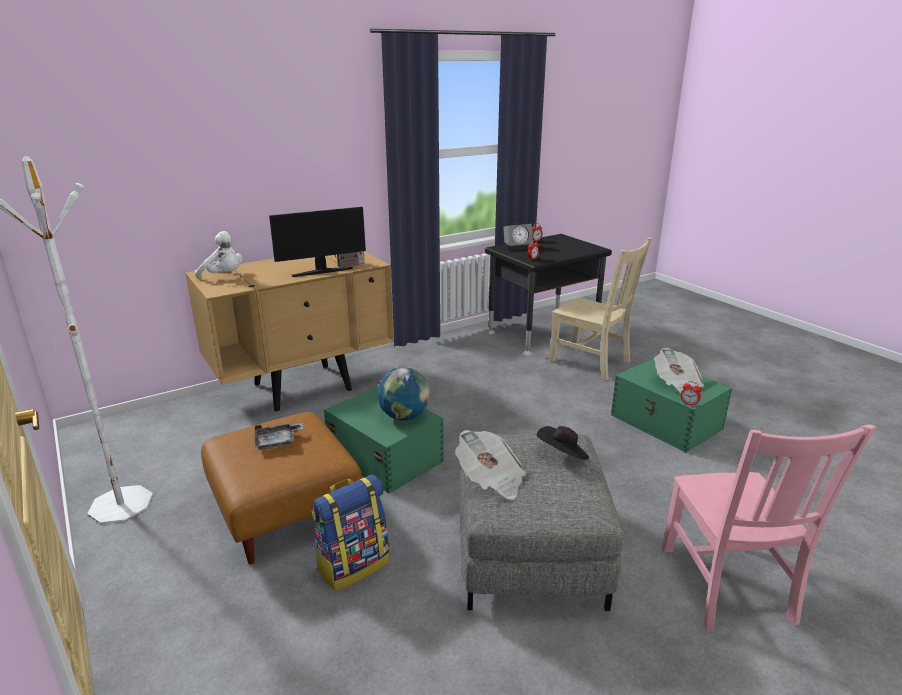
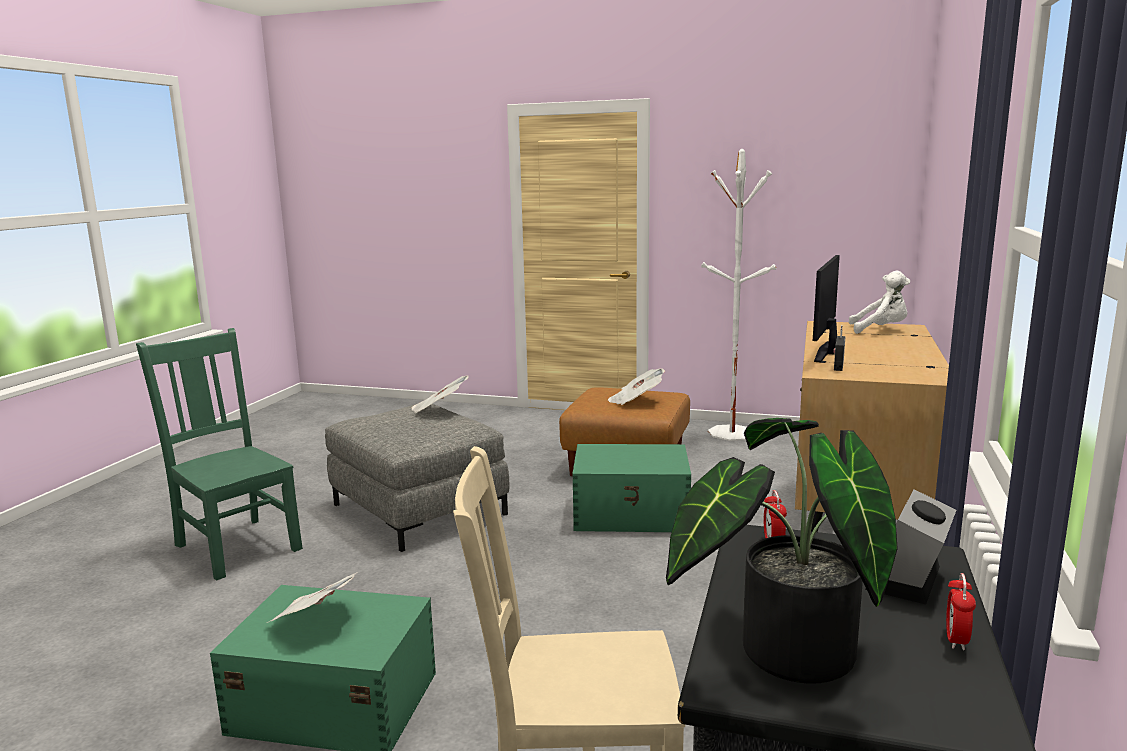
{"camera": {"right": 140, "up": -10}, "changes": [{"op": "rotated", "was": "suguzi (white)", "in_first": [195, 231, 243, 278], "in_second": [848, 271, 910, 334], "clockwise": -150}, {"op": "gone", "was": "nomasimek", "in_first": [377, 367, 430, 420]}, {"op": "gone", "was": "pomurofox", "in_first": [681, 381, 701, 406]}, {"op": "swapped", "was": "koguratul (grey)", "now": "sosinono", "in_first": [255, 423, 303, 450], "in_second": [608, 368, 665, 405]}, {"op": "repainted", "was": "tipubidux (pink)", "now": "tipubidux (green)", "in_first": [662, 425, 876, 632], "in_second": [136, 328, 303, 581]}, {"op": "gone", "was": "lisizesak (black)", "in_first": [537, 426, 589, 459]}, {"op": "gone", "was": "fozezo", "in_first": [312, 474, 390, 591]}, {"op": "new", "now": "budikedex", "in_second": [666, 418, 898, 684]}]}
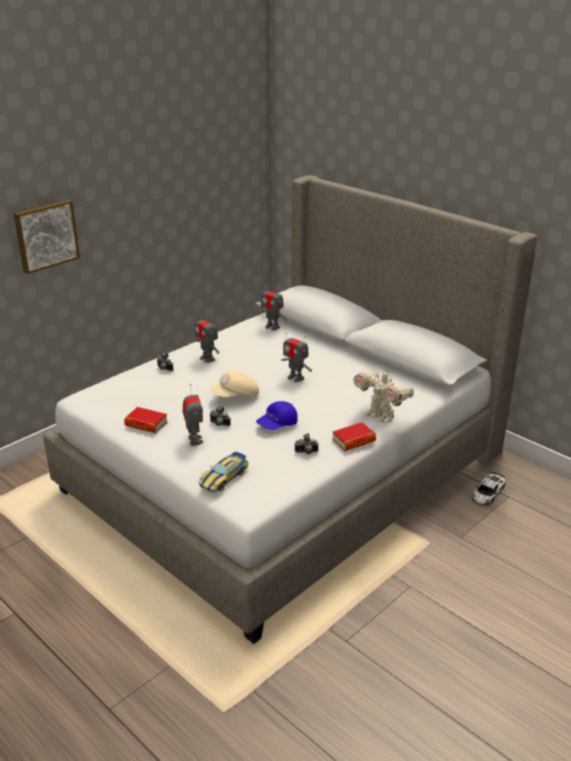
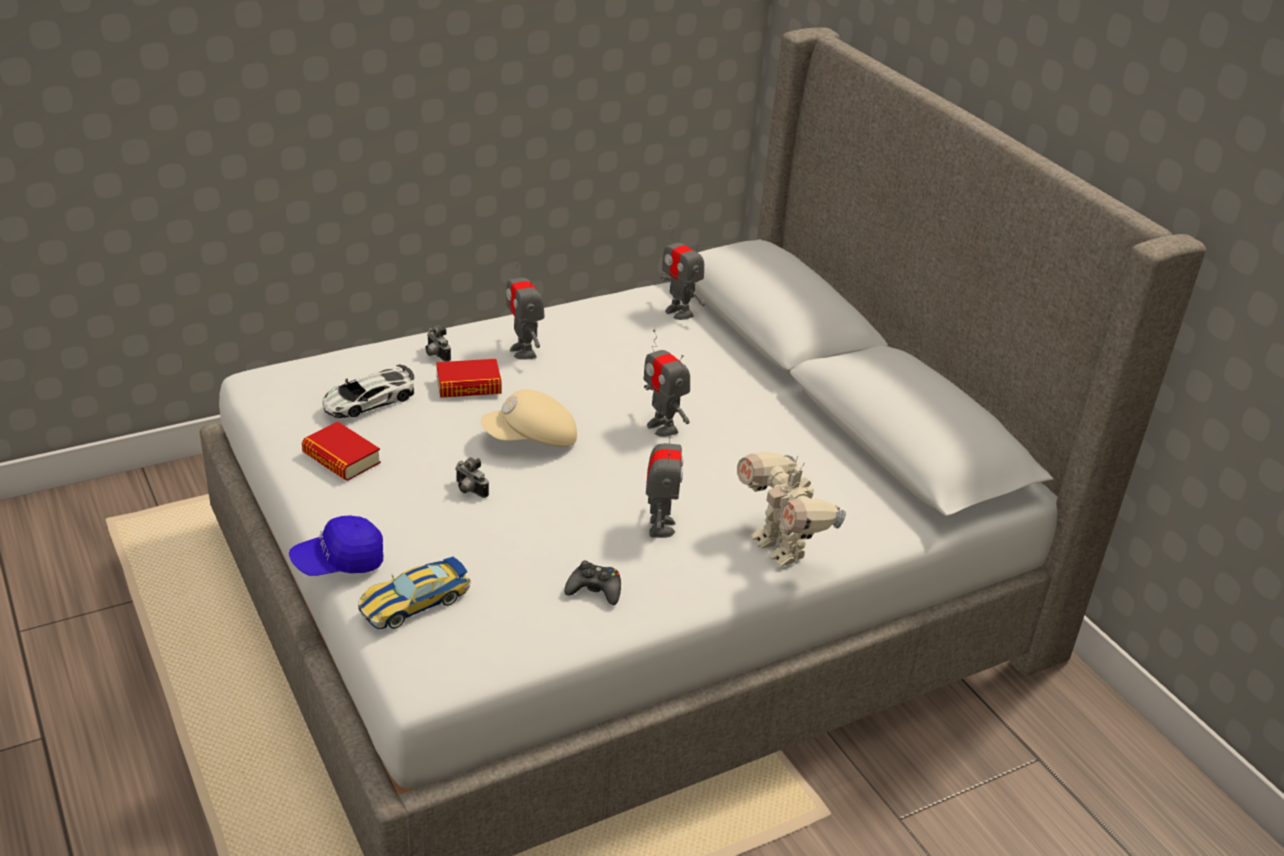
{"camera": {"right": 15, "up": 5}, "changes": [{"op": "gone", "was": "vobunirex", "in_first": [14, 199, 80, 274]}, {"op": "shifted", "was": "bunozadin", "in_first": [183, 384, 203, 446], "in_second": [646, 423, 683, 538]}, {"op": "shifted", "was": "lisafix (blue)", "in_first": [256, 401, 298, 430], "in_second": [289, 515, 384, 576]}, {"op": "shifted", "was": "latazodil", "in_first": [332, 422, 376, 451], "in_second": [436, 359, 502, 398]}, {"op": "swapped", "was": "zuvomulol", "now": "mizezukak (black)", "in_first": [295, 433, 318, 454], "in_second": [564, 561, 621, 605]}, {"op": "shifted", "was": "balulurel", "in_first": [472, 472, 505, 506], "in_second": [322, 364, 415, 418]}]}
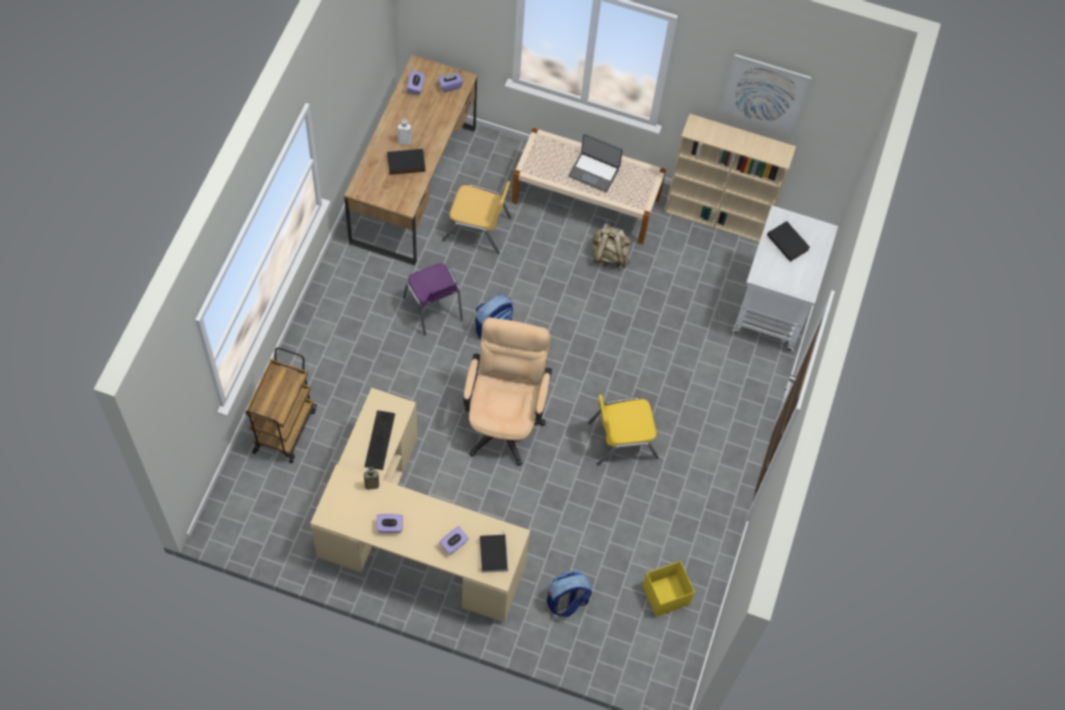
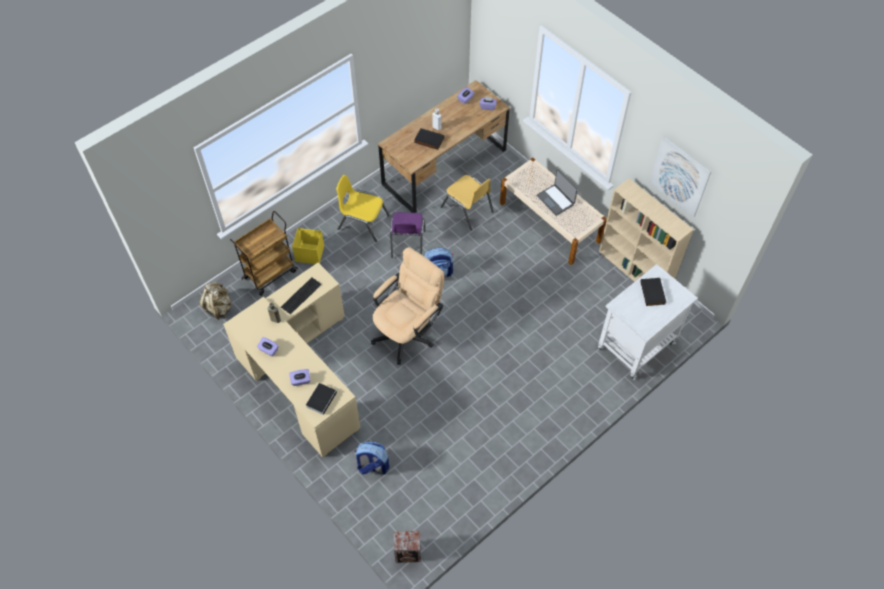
{"camera": {"right": 35, "up": -5}, "changes": [{"op": "shifted", "was": "fozezo (beige)", "in_first": [592, 222, 631, 268], "in_second": [200, 282, 231, 320]}, {"op": "shifted", "was": "tipubidux (yellow)", "in_first": [588, 395, 659, 466], "in_second": [336, 175, 390, 242]}, {"op": "shifted", "was": "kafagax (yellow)", "in_first": [643, 561, 695, 617], "in_second": [292, 228, 324, 264]}, {"op": "new", "now": "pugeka", "in_second": [394, 531, 421, 563]}]}
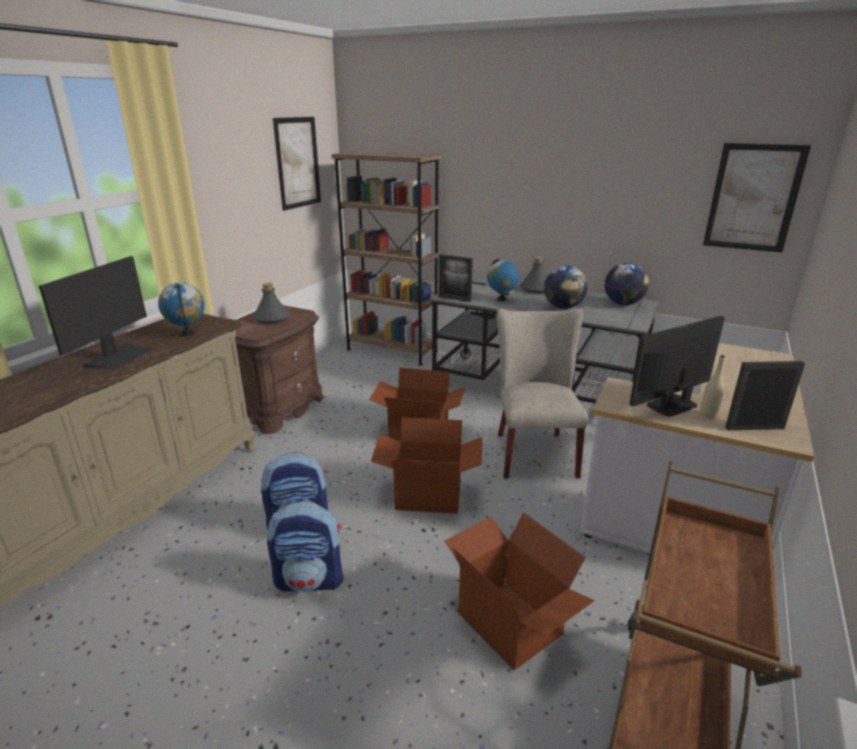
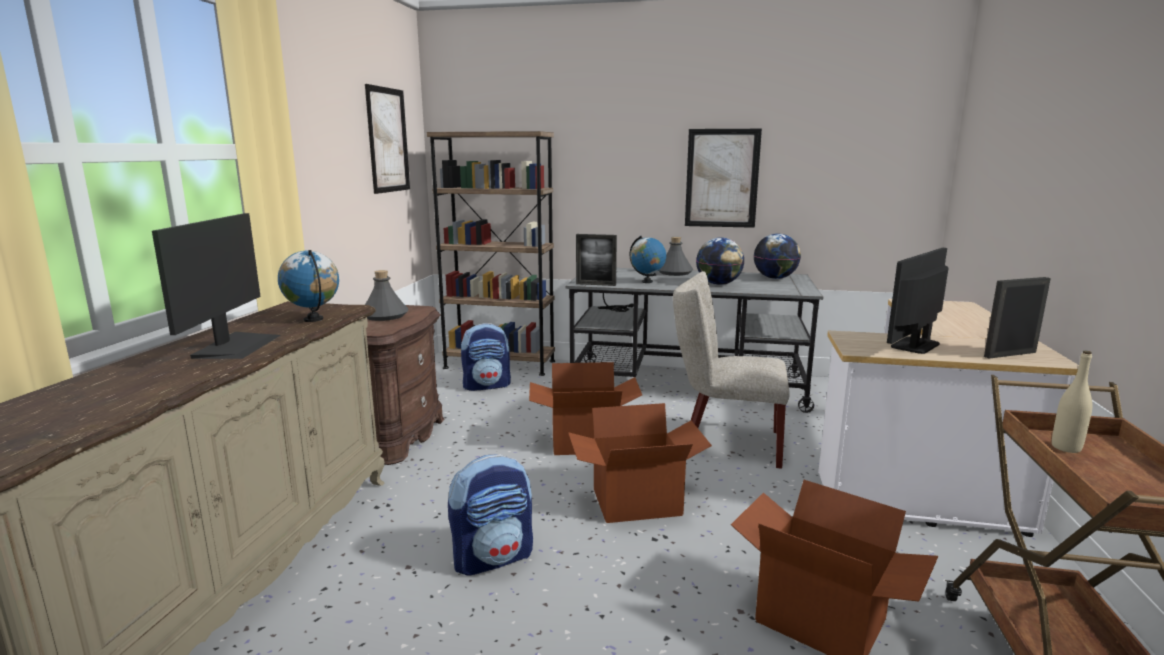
{"camera": {"right": -15, "up": -10}, "changes": [{"op": "shifted", "was": "vobunirex", "in_first": [703, 143, 811, 252], "in_second": [685, 129, 762, 228]}, {"op": "rotated", "was": "tipubidux (beige)", "in_first": [497, 309, 589, 479], "in_second": [673, 271, 790, 469], "clockwise": -60}, {"op": "shifted", "was": "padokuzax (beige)", "in_first": [700, 355, 725, 419], "in_second": [1052, 351, 1092, 453]}, {"op": "shifted", "was": "fozezo", "in_first": [267, 501, 343, 592], "in_second": [461, 323, 511, 391]}]}
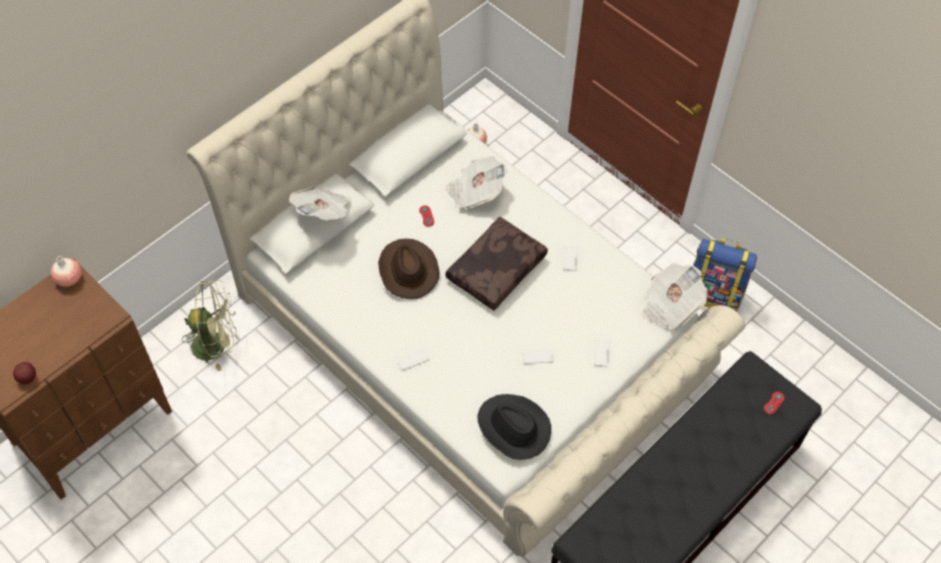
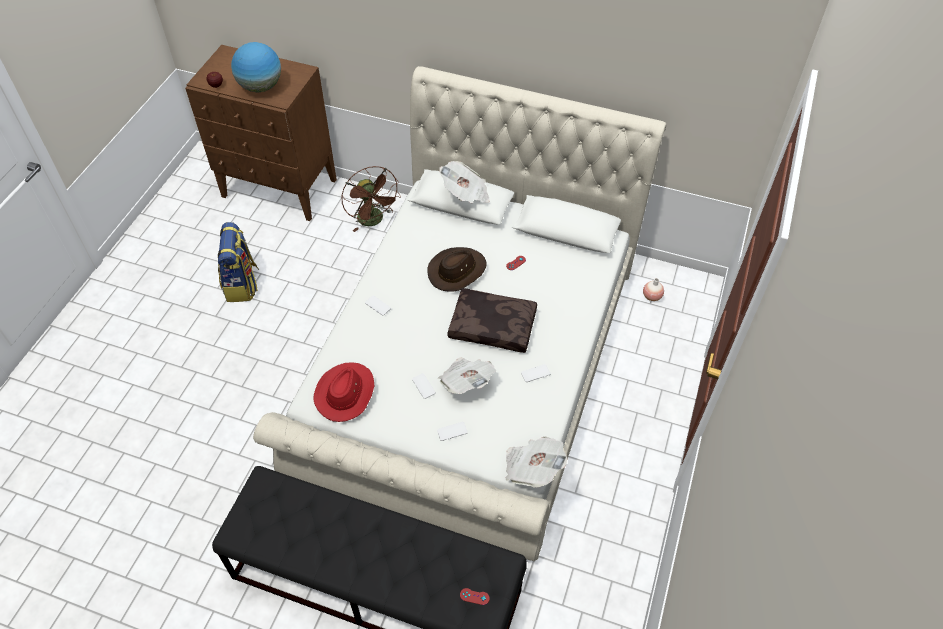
{"camera": {"right": 65, "up": -5}, "changes": [{"op": "shifted", "was": "sosinono", "in_first": [446, 156, 507, 210], "in_second": [438, 357, 496, 394]}, {"op": "shifted", "was": "fozezo", "in_first": [693, 238, 757, 312], "in_second": [218, 222, 259, 302]}, {"op": "gone", "was": "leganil", "in_first": [51, 256, 82, 287]}, {"op": "repainted", "was": "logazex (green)", "now": "logazex (brown)", "in_first": [182, 281, 237, 371], "in_second": [341, 166, 401, 232]}, {"op": "repainted", "was": "lisizesak (black)", "now": "lisizesak (red)", "in_first": [478, 394, 551, 460], "in_second": [313, 362, 374, 422]}, {"op": "new", "now": "nomasimek", "in_second": [231, 42, 281, 92]}]}
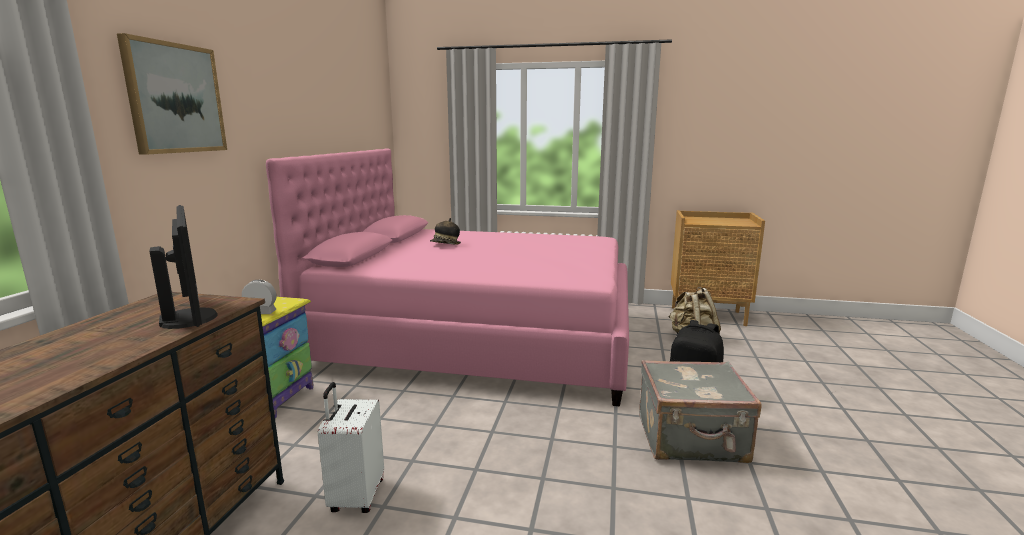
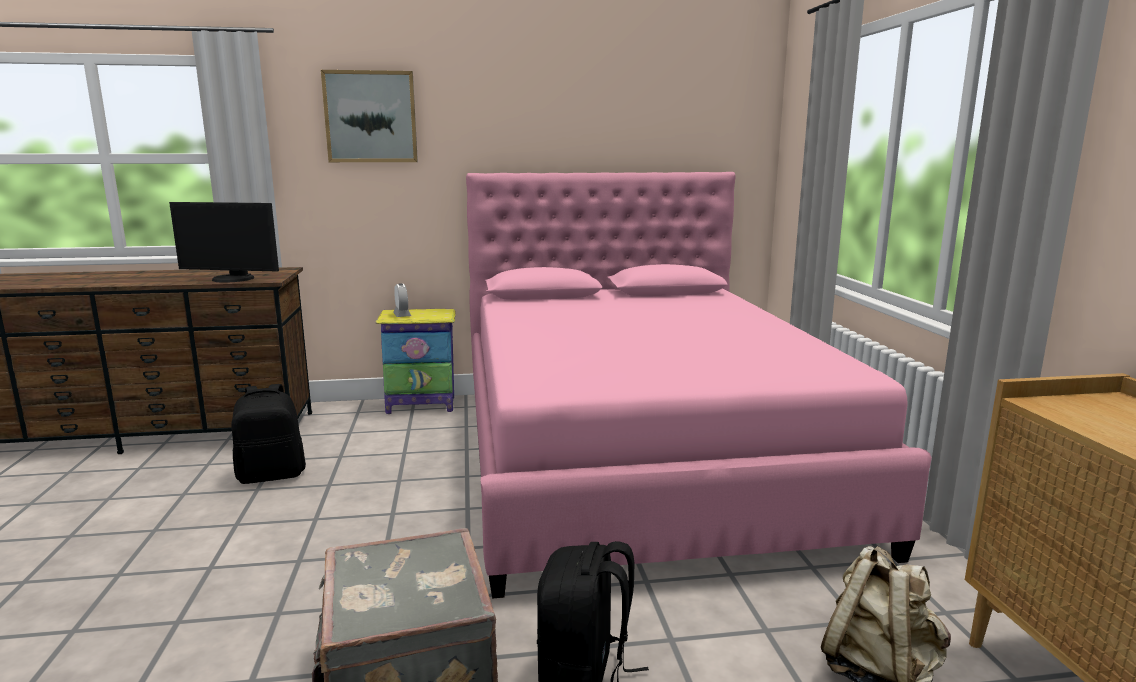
{"camera": {"right": 70, "up": 0}, "changes": [{"op": "rotated", "was": "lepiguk", "in_first": [149, 205, 218, 329], "in_second": [169, 202, 279, 283], "clockwise": 60}, {"op": "gone", "was": "lisizesak", "in_first": [430, 218, 461, 245]}, {"op": "swapped", "was": "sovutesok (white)", "now": "fozezo (black)", "in_first": [318, 382, 384, 513], "in_second": [232, 384, 306, 484]}]}
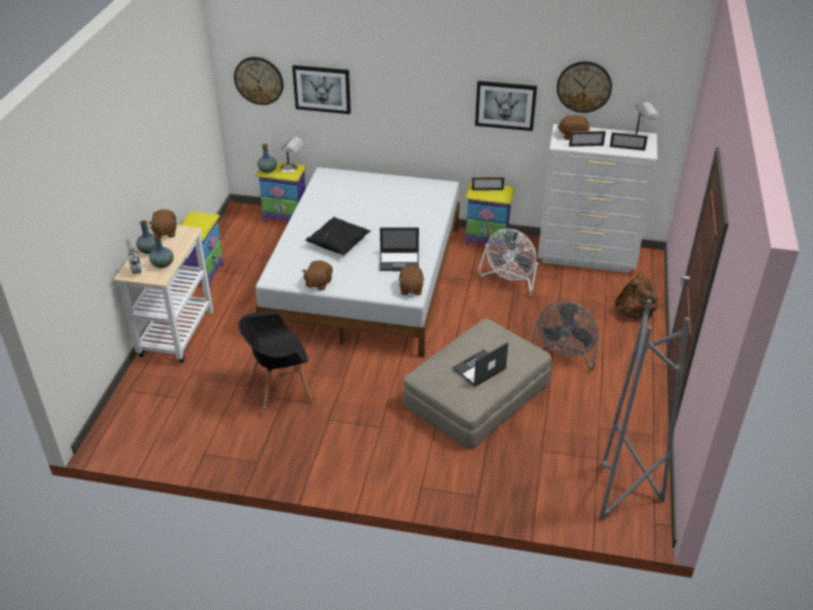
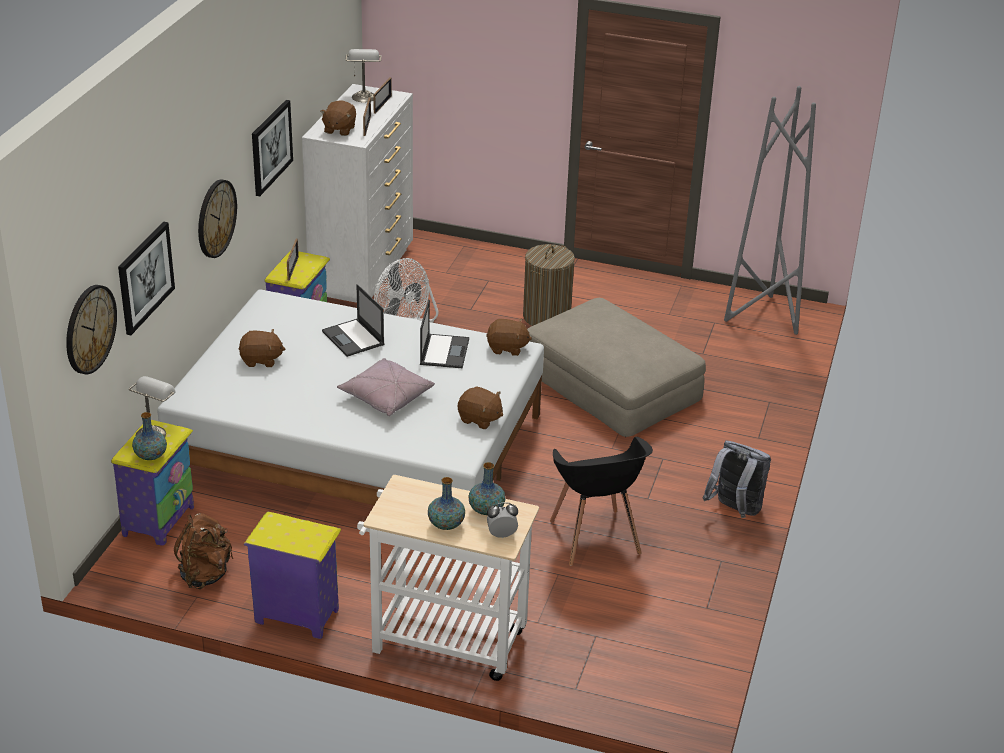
{"camera": {"right": -85, "up": -5}, "changes": [{"op": "shifted", "was": "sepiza", "in_first": [557, 61, 612, 113], "in_second": [198, 179, 237, 258]}, {"op": "shifted", "was": "suguzi (brown)", "in_first": [149, 209, 177, 238], "in_second": [239, 329, 285, 367]}, {"op": "repainted", "was": "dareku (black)", "now": "dareku (purple)", "in_first": [305, 217, 371, 255], "in_second": [337, 358, 435, 416]}, {"op": "shifted", "was": "fozezo (brown)", "in_first": [615, 272, 659, 319], "in_second": [174, 513, 233, 589]}, {"op": "swapped", "was": "logazex (grey)", "now": "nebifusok", "in_first": [531, 301, 600, 371], "in_second": [523, 244, 575, 326]}, {"op": "shifted", "was": "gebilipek", "in_first": [452, 342, 508, 387], "in_second": [322, 284, 384, 357]}, {"op": "new", "now": "fozezo (grey)", "in_second": [703, 441, 771, 518]}]}
